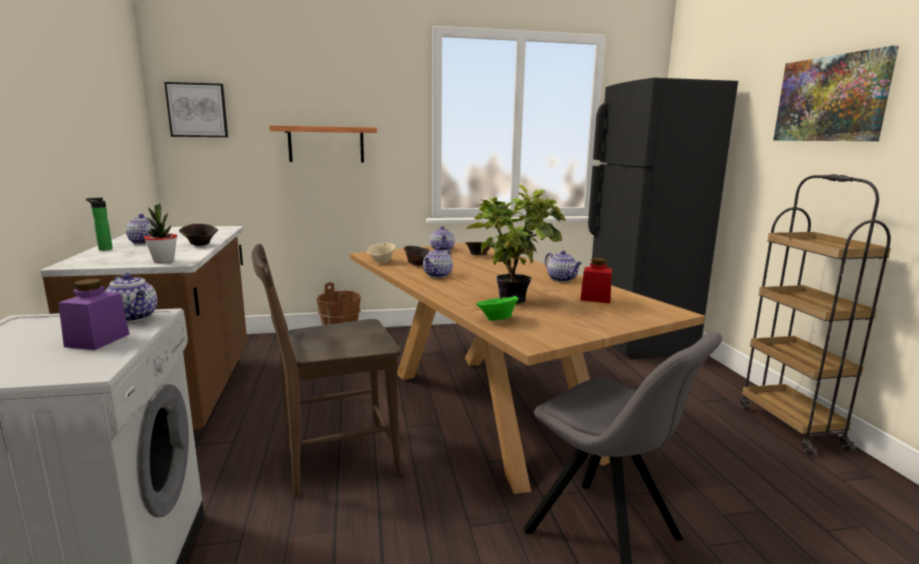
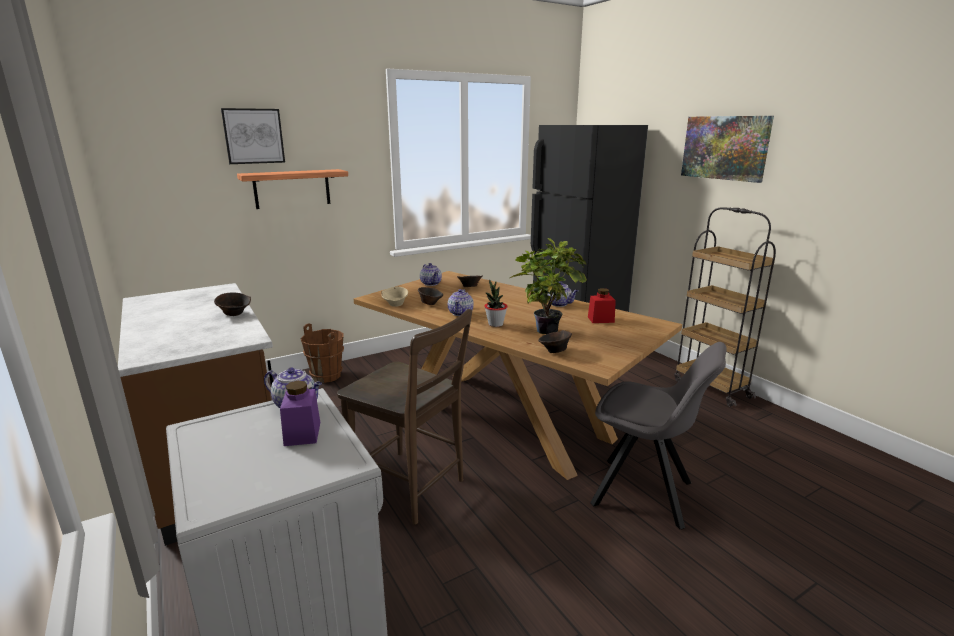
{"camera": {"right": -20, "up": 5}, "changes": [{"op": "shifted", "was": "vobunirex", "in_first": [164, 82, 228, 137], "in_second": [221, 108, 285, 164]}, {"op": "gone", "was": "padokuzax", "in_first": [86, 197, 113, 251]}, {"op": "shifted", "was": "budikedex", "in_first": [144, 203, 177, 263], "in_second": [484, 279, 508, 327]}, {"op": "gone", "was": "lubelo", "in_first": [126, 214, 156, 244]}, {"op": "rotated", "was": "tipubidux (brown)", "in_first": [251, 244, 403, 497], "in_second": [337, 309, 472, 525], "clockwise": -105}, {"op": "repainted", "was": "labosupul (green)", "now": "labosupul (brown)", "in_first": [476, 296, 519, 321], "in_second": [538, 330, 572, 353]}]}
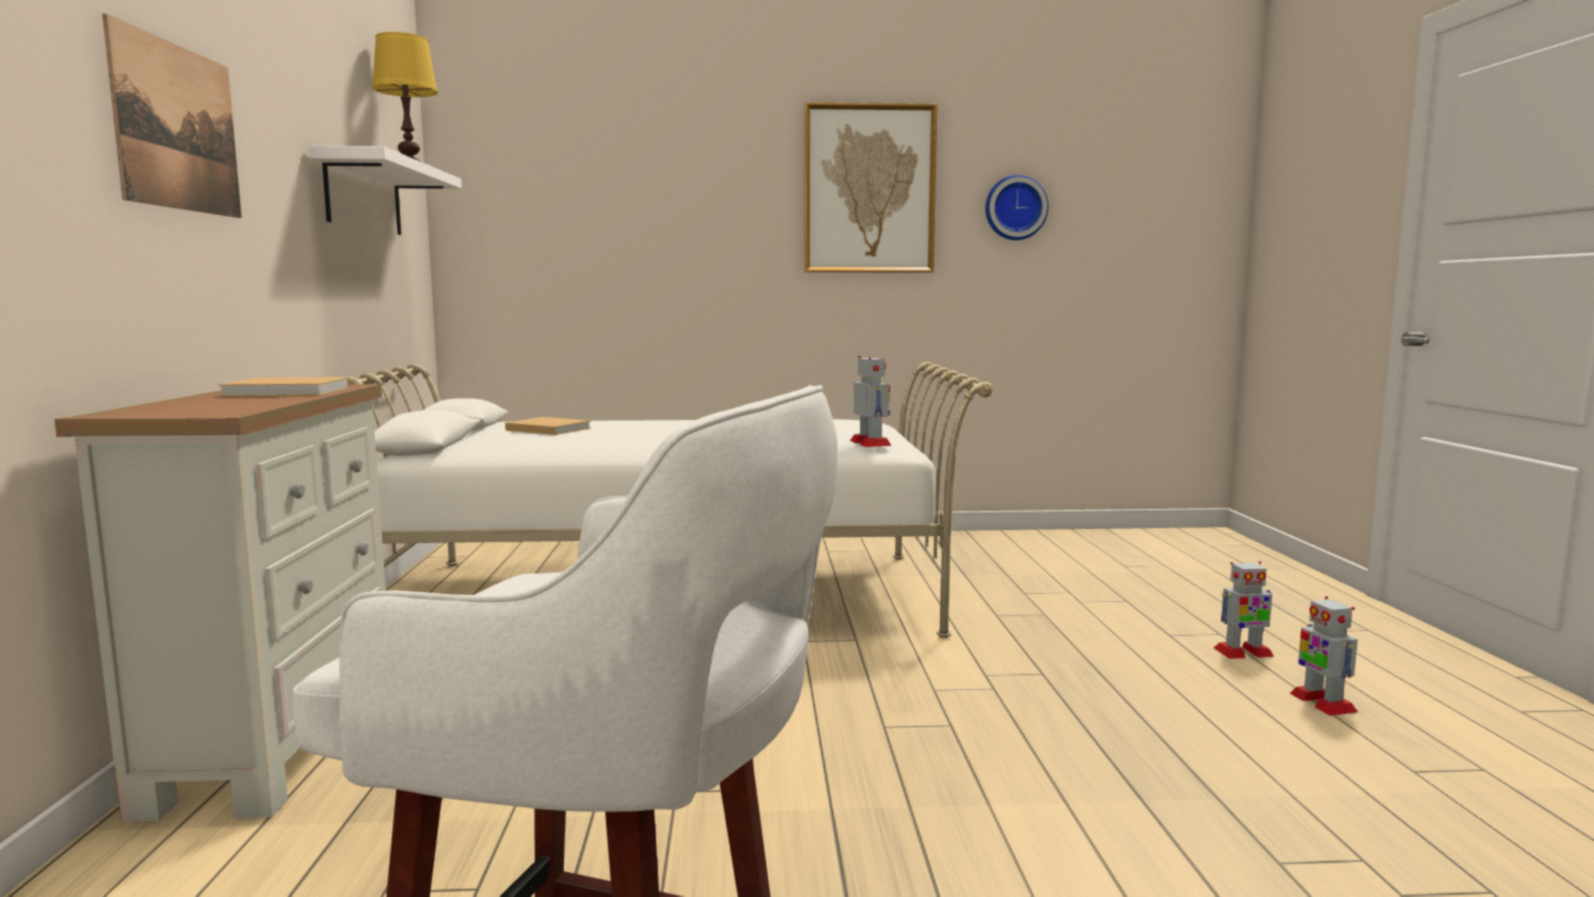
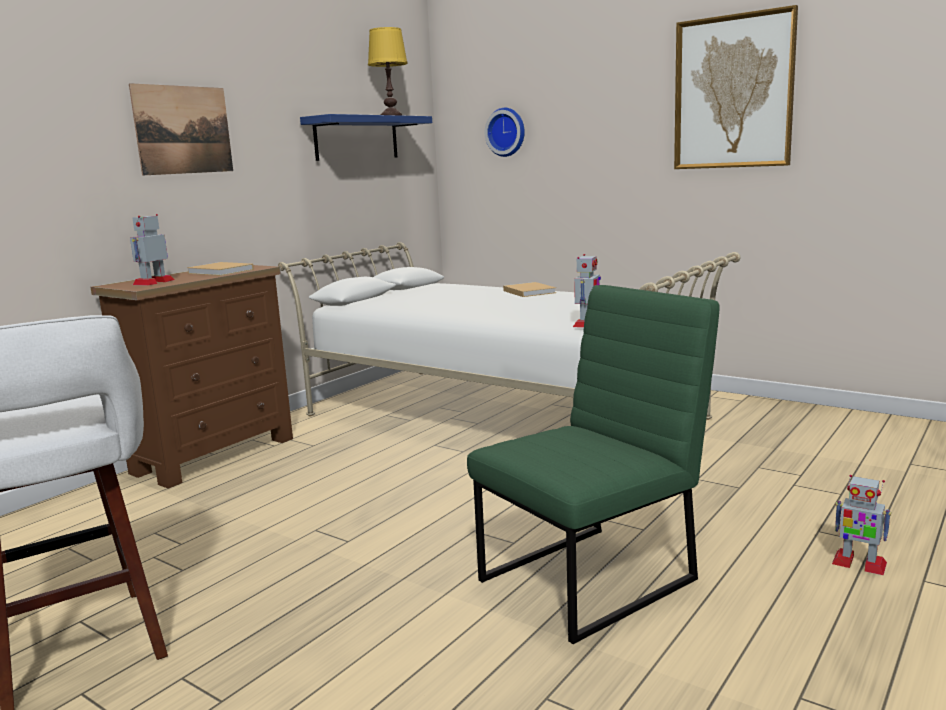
{"camera": {"right": 40, "up": 5}, "changes": [{"op": "repainted", "was": "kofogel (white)", "now": "kofogel (blue)", "in_first": [310, 146, 462, 235], "in_second": [300, 114, 432, 161]}, {"op": "shifted", "was": "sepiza", "in_first": [985, 175, 1049, 240], "in_second": [485, 108, 525, 157]}, {"op": "repainted", "was": "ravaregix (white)", "now": "ravaregix (brown)", "in_first": [54, 384, 386, 822], "in_second": [91, 265, 293, 489]}, {"op": "shifted", "was": "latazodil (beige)", "in_first": [505, 417, 591, 435], "in_second": [503, 282, 556, 297]}, {"op": "shifted", "was": "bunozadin", "in_first": [1290, 596, 1358, 716], "in_second": [130, 214, 174, 286]}, {"op": "new", "now": "tipubidux (green)", "in_second": [467, 285, 720, 644]}]}
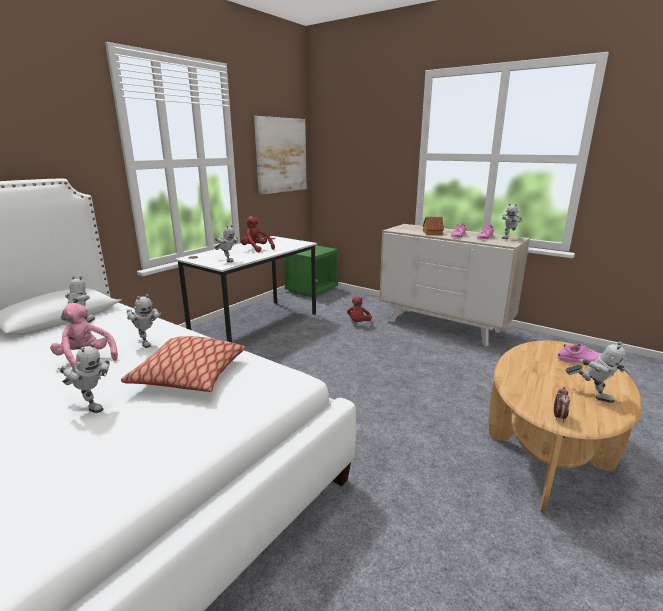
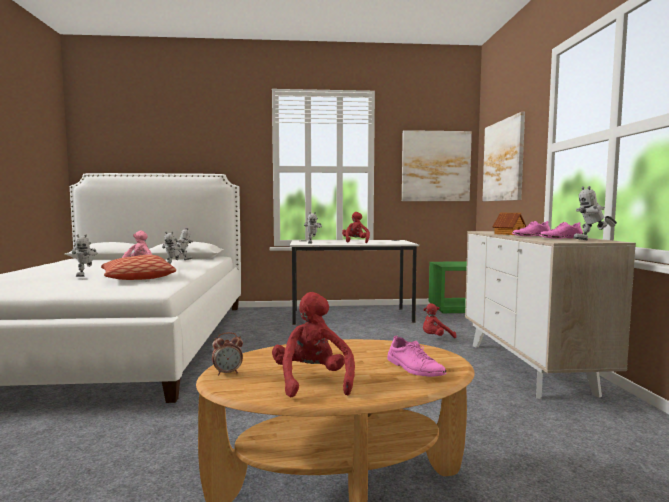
{"camera": {"right": 50, "up": -15}, "changes": [{"op": "swapped", "was": "bunozadin", "now": "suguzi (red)", "in_first": [565, 341, 628, 403], "in_second": [272, 292, 355, 397]}, {"op": "new", "now": "vobunirex", "in_second": [482, 112, 525, 201]}]}
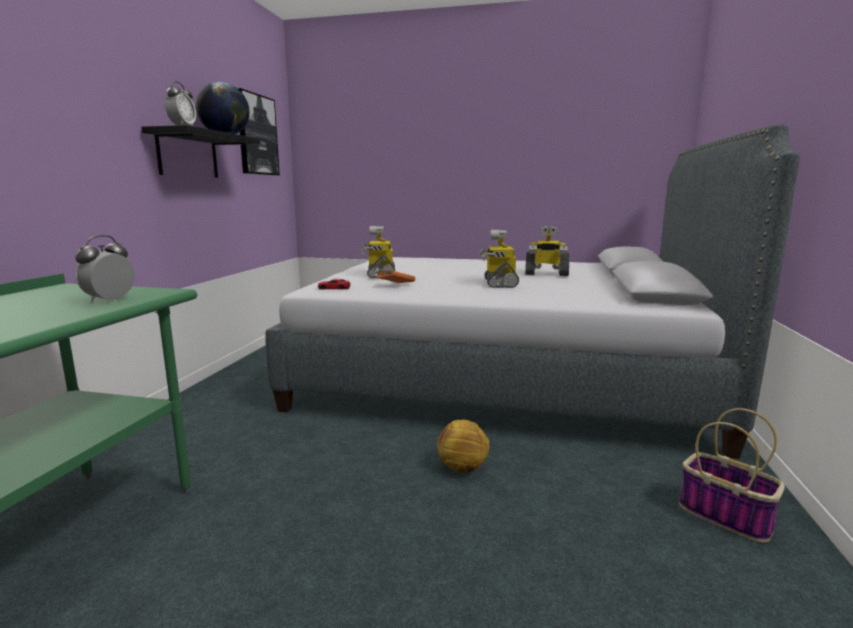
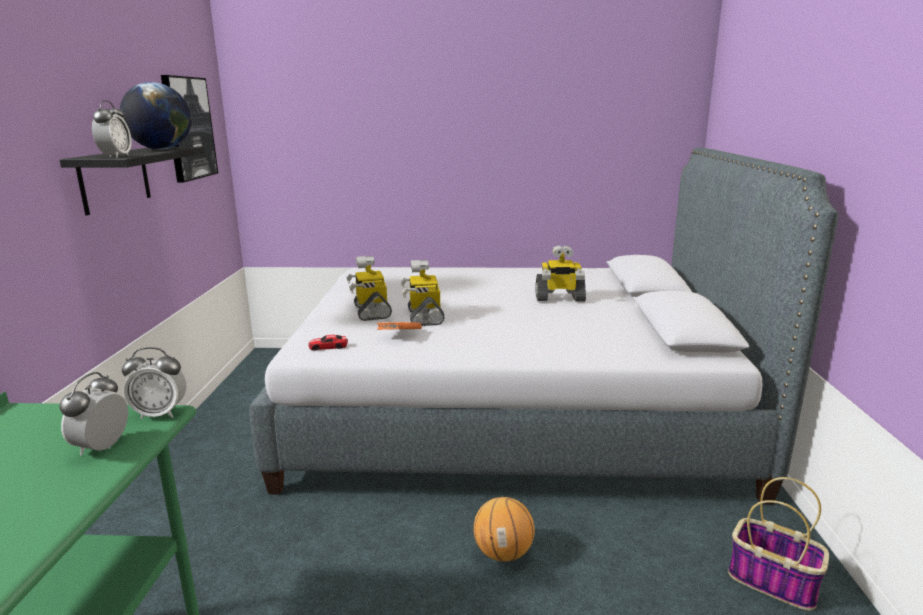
{"camera": {"right": -10, "up": 5}, "changes": [{"op": "shifted", "was": "bunozadin", "in_first": [480, 230, 519, 288], "in_second": [401, 260, 445, 326]}, {"op": "swapped", "was": "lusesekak", "now": "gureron", "in_first": [438, 420, 490, 473], "in_second": [473, 497, 535, 562]}, {"op": "new", "now": "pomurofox", "in_second": [122, 347, 186, 419]}]}
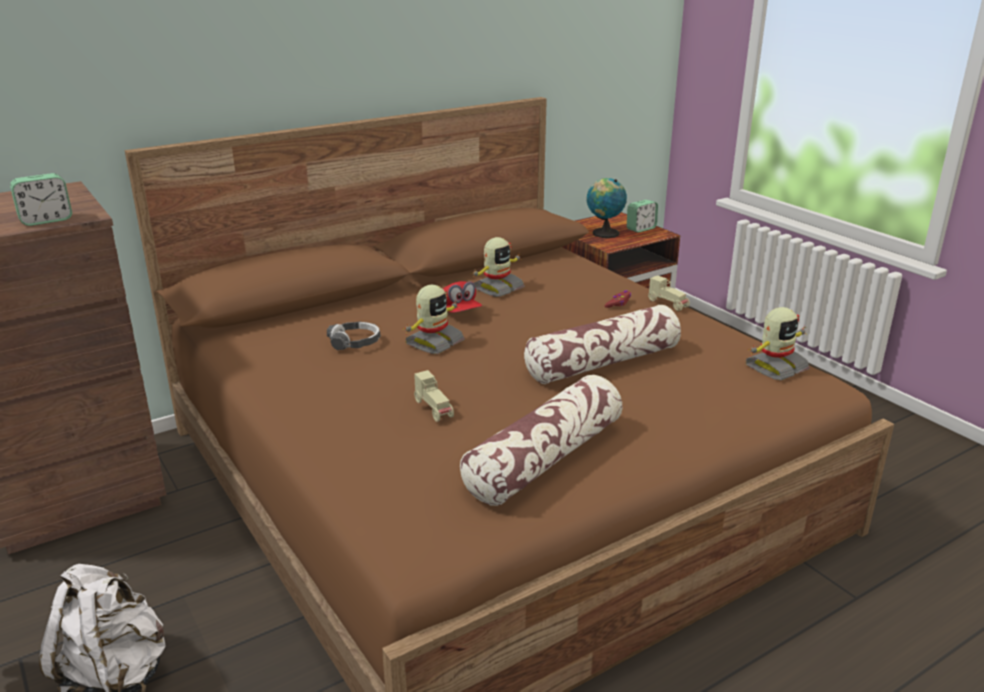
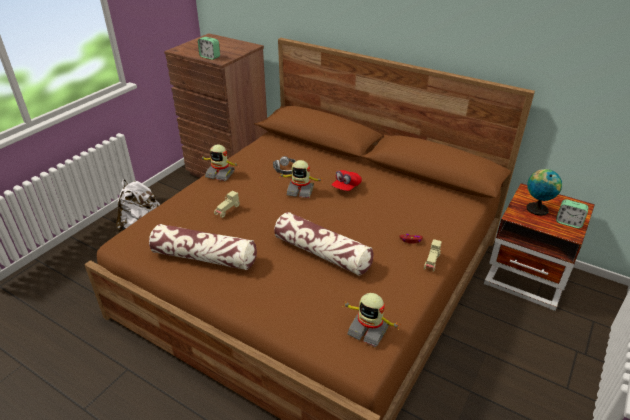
{"camera": {"right": 65, "up": 10}, "changes": [{"op": "shifted", "was": "bunozadin", "in_first": [470, 237, 525, 297], "in_second": [200, 145, 239, 181]}]}
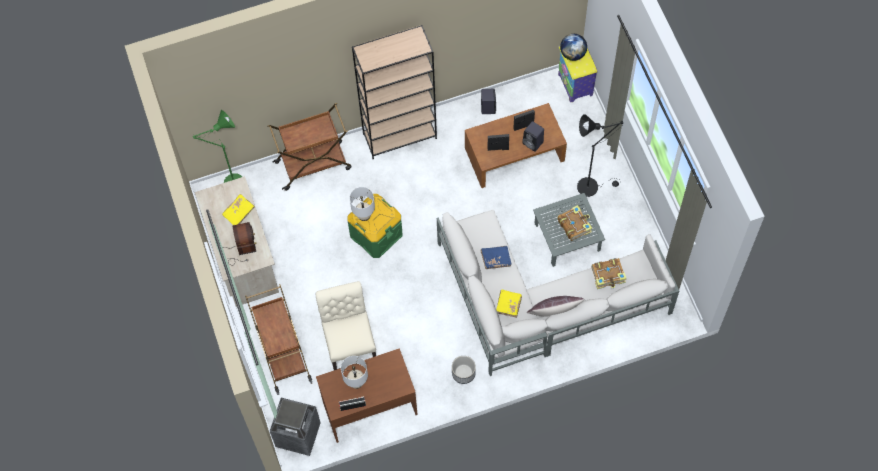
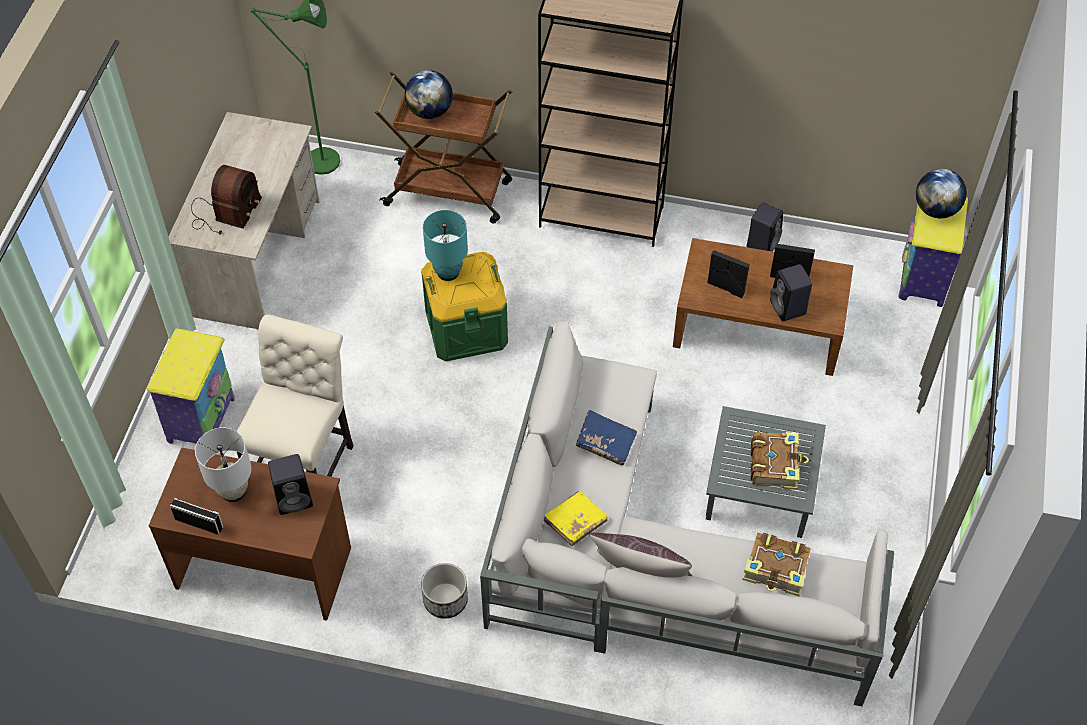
{"camera": {"right": 30, "up": -10}, "changes": [{"op": "gone", "was": "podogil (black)", "in_first": [577, 114, 623, 197]}, {"op": "repainted", "was": "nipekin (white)", "now": "nipekin (turquoise)", "in_first": [350, 187, 375, 221], "in_second": [423, 210, 468, 281]}, {"op": "gone", "was": "latazodil (yellow)", "in_first": [222, 194, 255, 225]}, {"op": "swapped", "was": "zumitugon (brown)", "now": "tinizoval", "in_first": [245, 284, 312, 395], "in_second": [147, 328, 235, 444]}, {"op": "gone", "was": "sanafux", "in_first": [269, 398, 321, 456]}, {"op": "new", "now": "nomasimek", "in_second": [405, 70, 453, 119]}, {"op": "new", "now": "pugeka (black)", "in_second": [268, 454, 313, 515]}]}
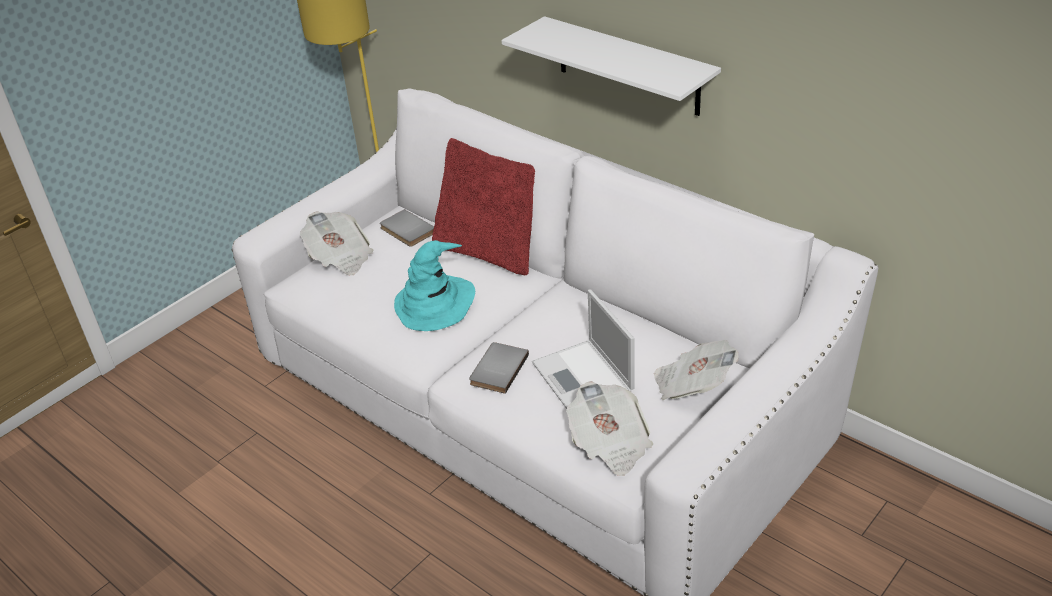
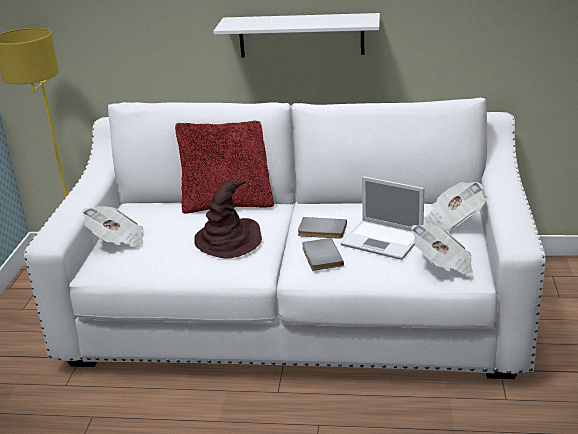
{"camera": {"right": -35, "up": -10}, "changes": [{"op": "shifted", "was": "latazodil (grey)", "in_first": [380, 209, 434, 247], "in_second": [298, 217, 347, 239]}, {"op": "repainted", "was": "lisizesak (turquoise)", "now": "lisizesak (brown)", "in_first": [394, 240, 475, 331], "in_second": [194, 181, 262, 259]}]}
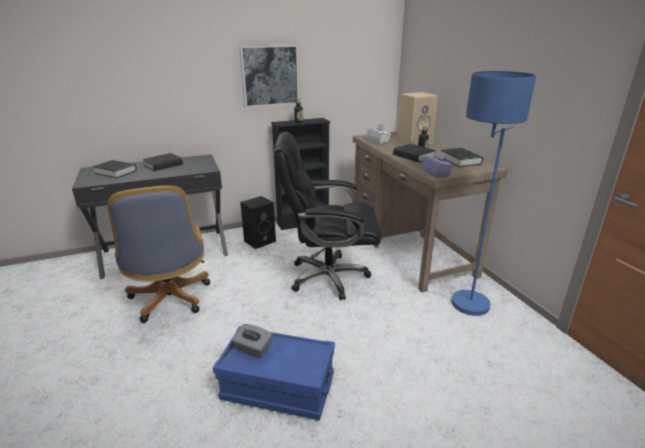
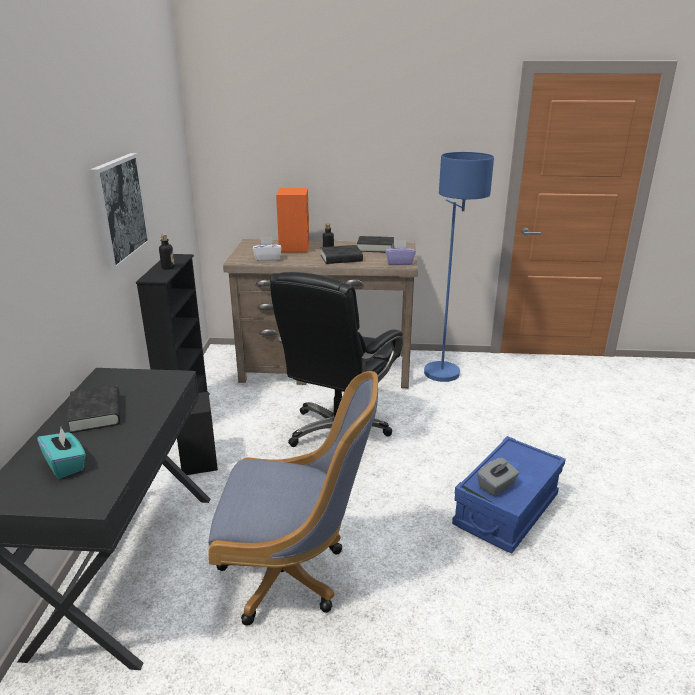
{"camera": {"right": -65, "up": 0}, "changes": [{"op": "repainted", "was": "pugeka (beige)", "now": "pugeka (orange)", "in_first": [397, 92, 438, 145], "in_second": [276, 188, 309, 253]}, {"op": "swapped", "was": "latazodil (black)", "now": "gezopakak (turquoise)", "in_first": [92, 160, 137, 178], "in_second": [37, 428, 86, 479]}]}
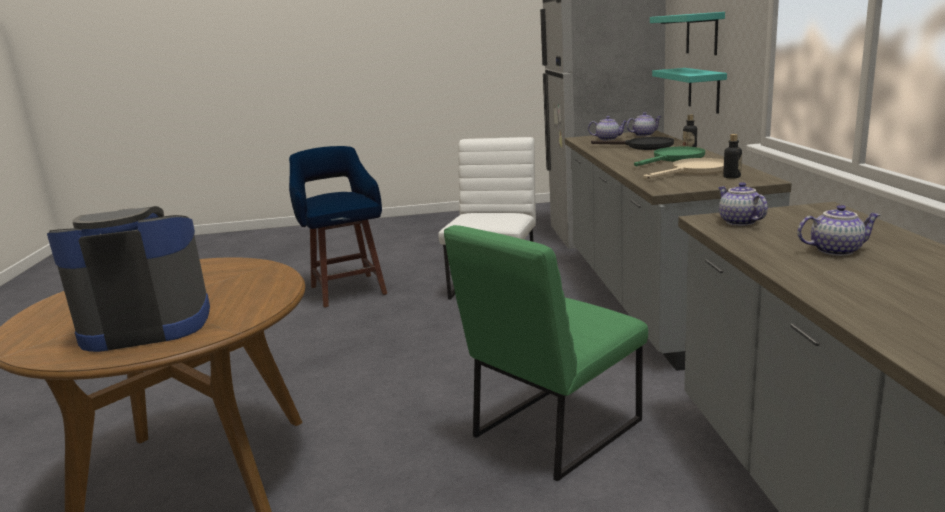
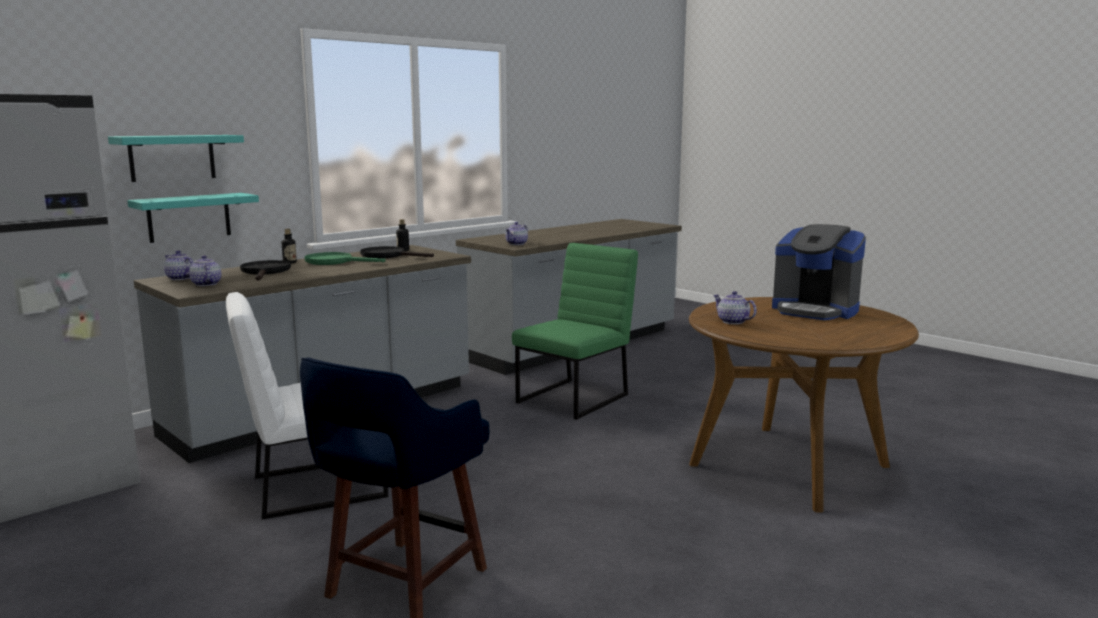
{"camera": {"right": -130, "up": -5}, "changes": [{"op": "repainted", "was": "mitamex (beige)", "now": "mitamex (black)", "in_first": [643, 158, 724, 179], "in_second": [360, 246, 434, 258]}, {"op": "shifted", "was": "lubelo", "in_first": [798, 205, 880, 256], "in_second": [713, 291, 757, 324]}, {"op": "rotated", "was": "tipubidux (green)", "in_first": [444, 225, 648, 481], "in_second": [512, 243, 638, 420], "clockwise": -60}]}
